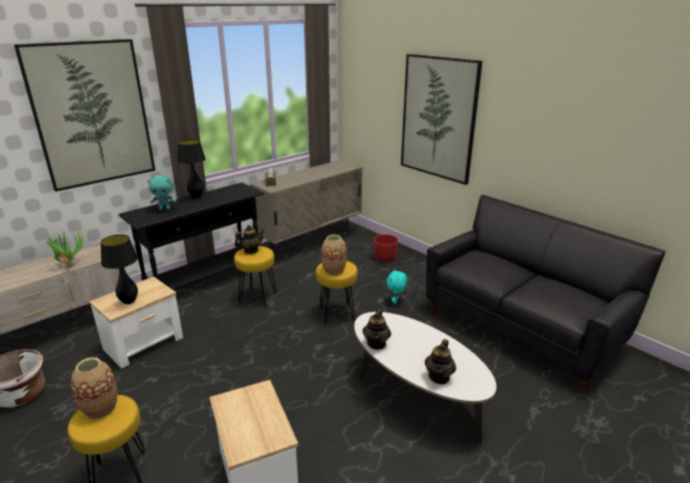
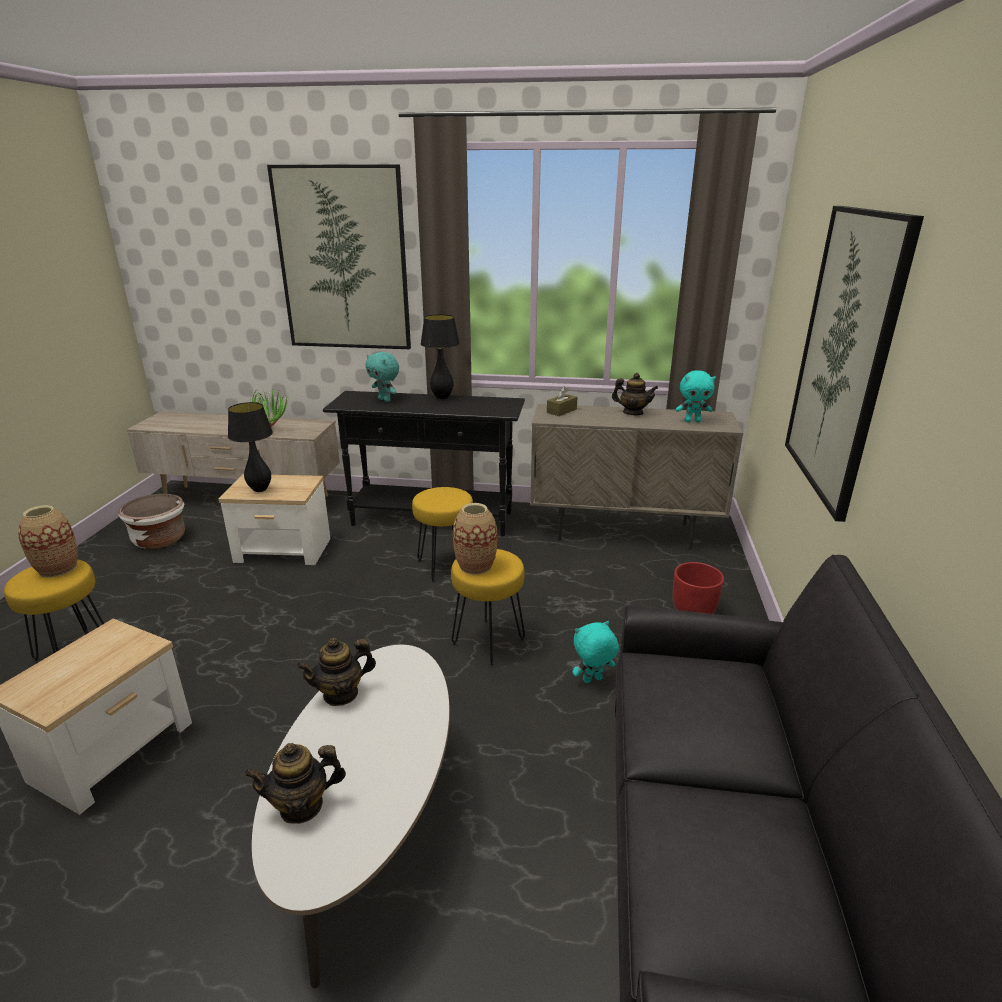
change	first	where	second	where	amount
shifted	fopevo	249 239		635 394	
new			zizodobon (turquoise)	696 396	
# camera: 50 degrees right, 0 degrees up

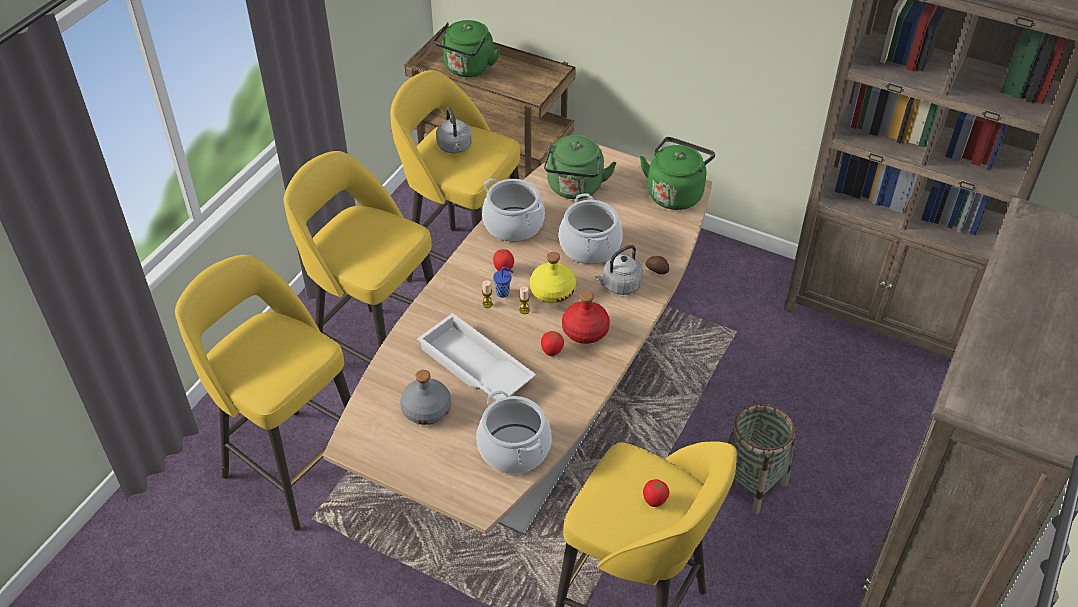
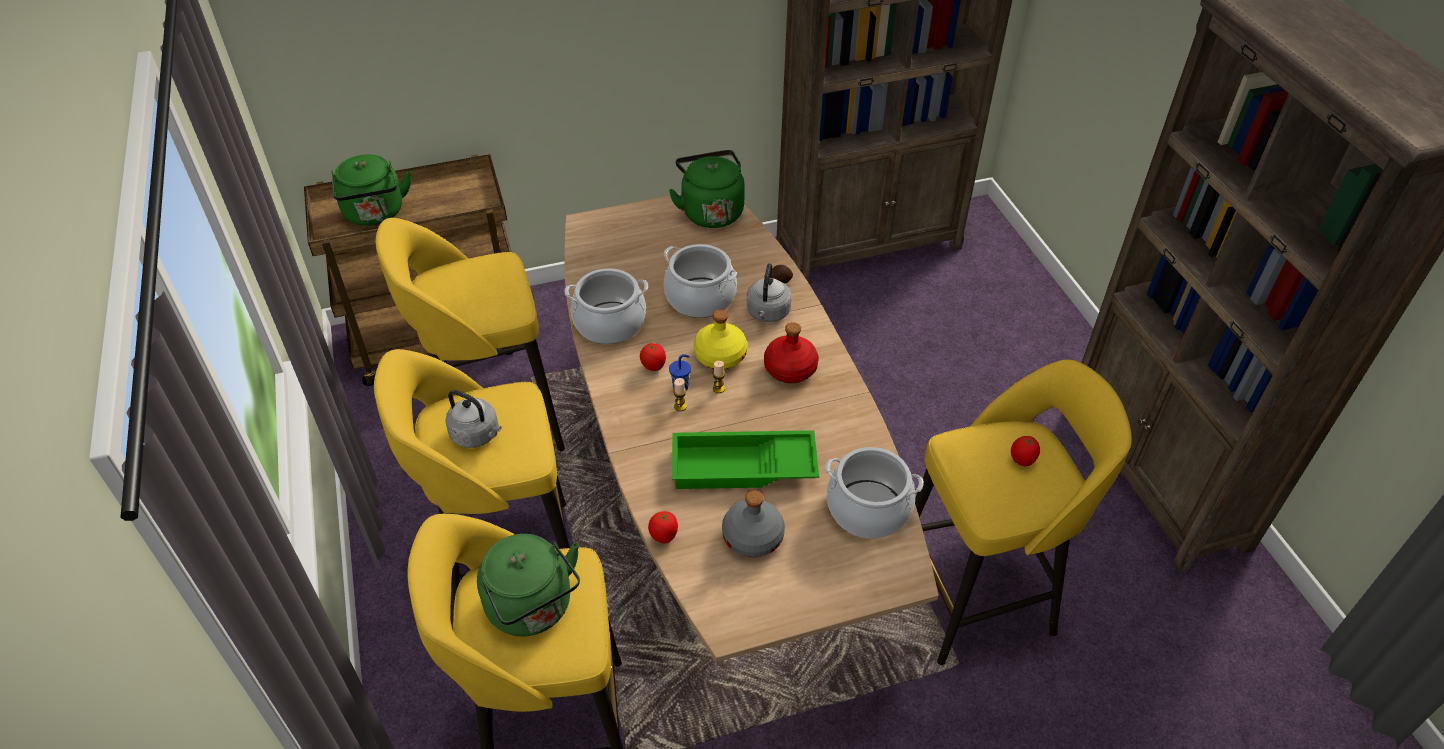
change	first	where	second	where	amount
repainted	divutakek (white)	476 356	divutakek (green)	745 459	
shifted	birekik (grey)	454 130		473 419	
shifted	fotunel	552 343		663 527	
shifted	birekik (green)	580 167		528 585	
gone	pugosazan	762 458			
# camera: 45 degrees left, 0 degrees up

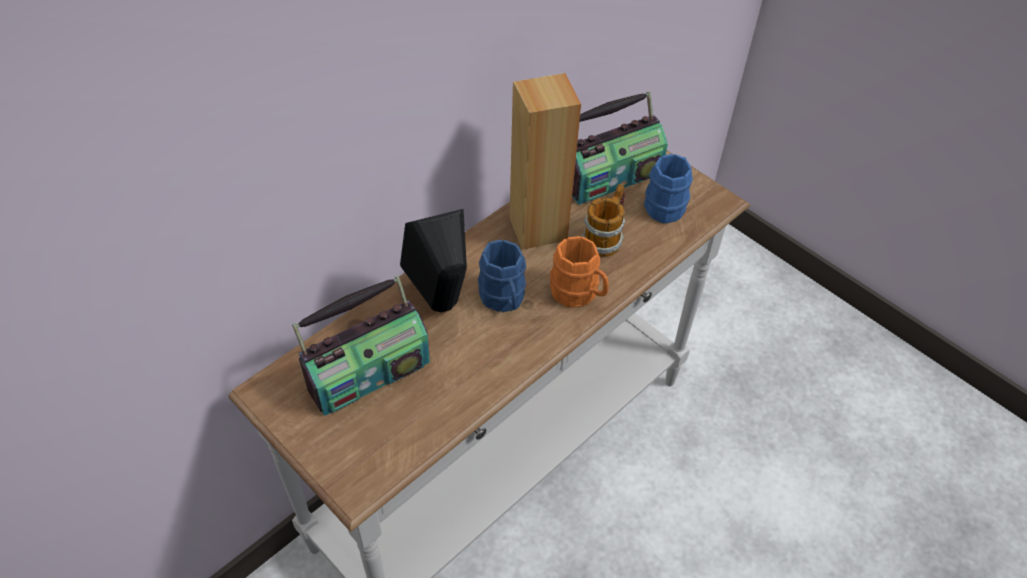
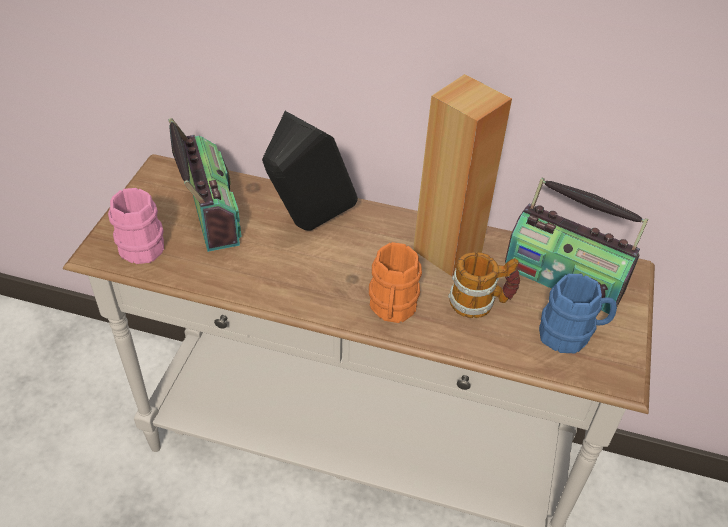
change	first	where	second	where	amount
rotated	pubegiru	361 346		205 185	135 degrees counterclockwise
gone	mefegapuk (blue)	502 276			
new			mefegapuk (pink)	136 226	
# camera: 60 degrees right, 5 degrees down

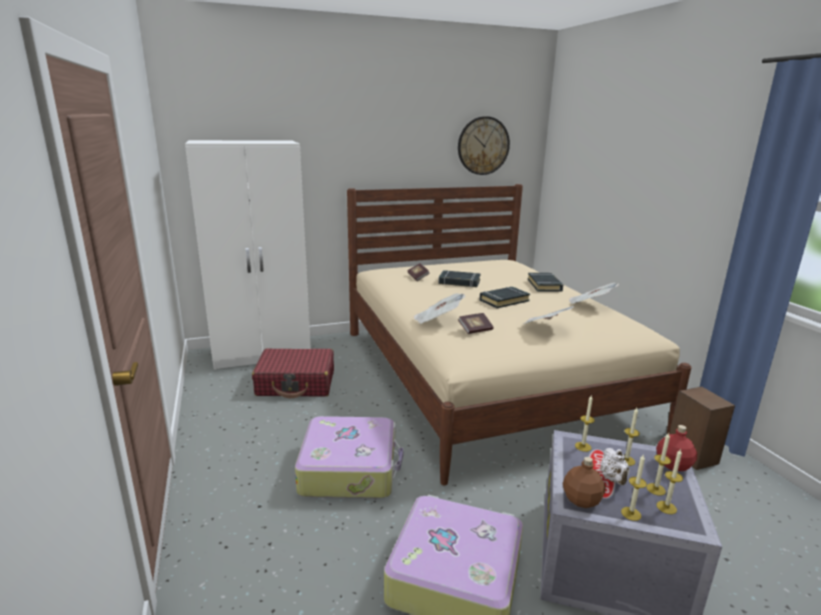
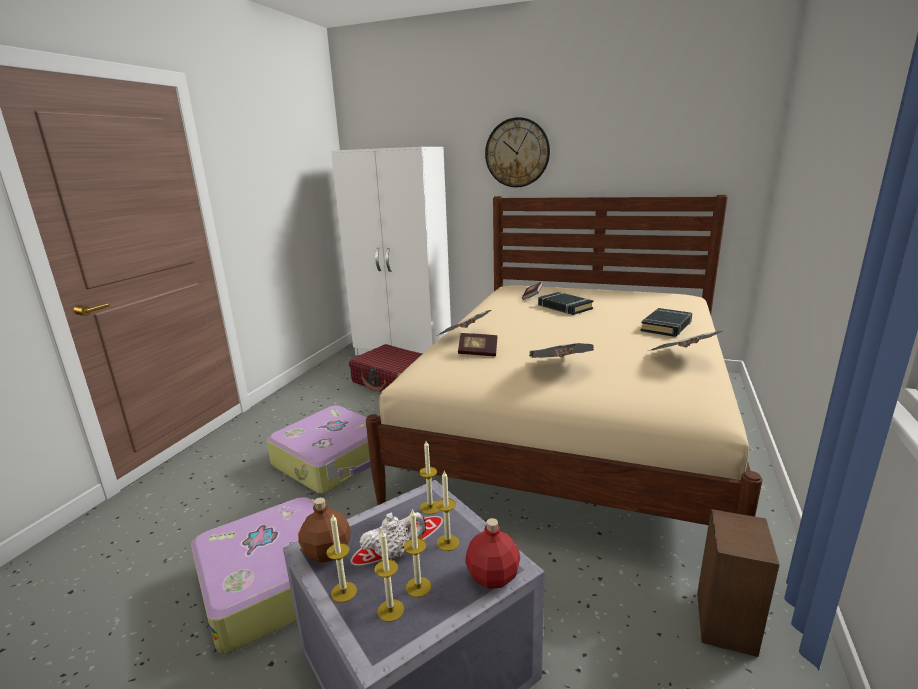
change	first	where	second	where	amount
shifted	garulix	484 145		517 152	
gone	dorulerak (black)	505 297			
rotated	fopevo (white)	615 466		393 535	150 degrees counterclockwise
# camera: 40 degrees right, 0 degrees up

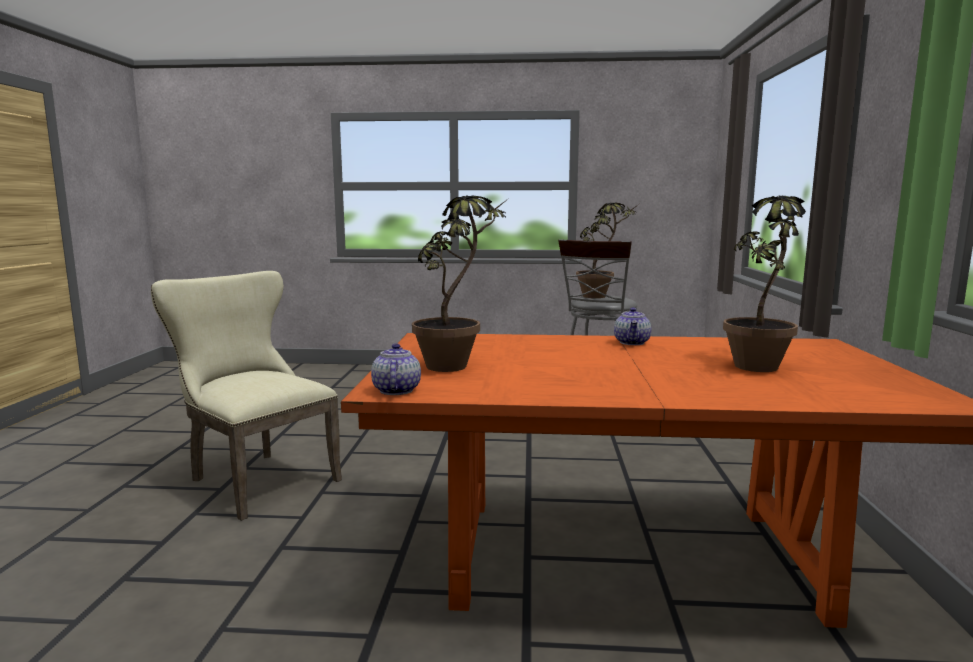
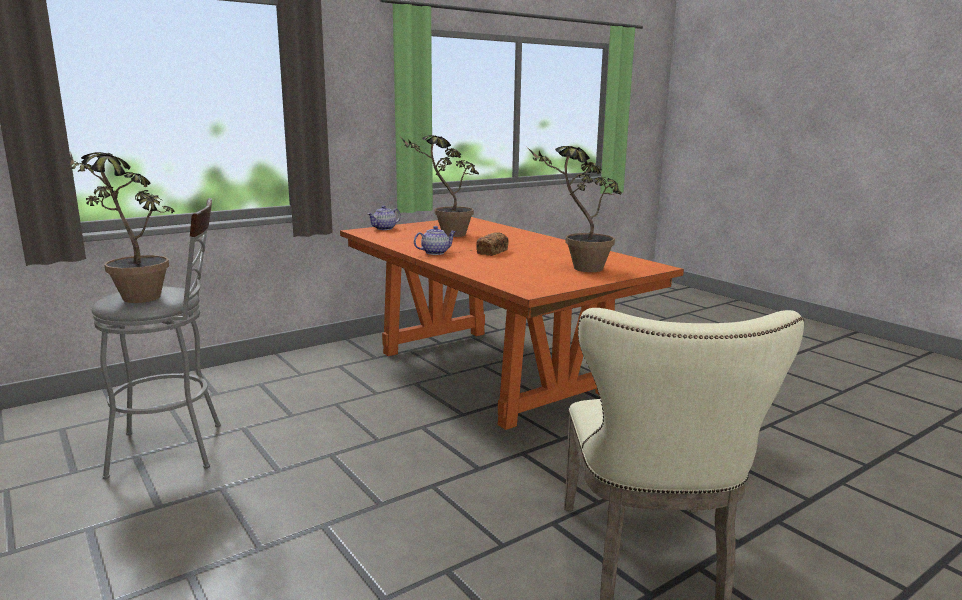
change	first	where	second	where	amount
shifted	fopevo	396 369		384 218	
new			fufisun	492 244	
# camera: 130 degrees left, 5 degrees up

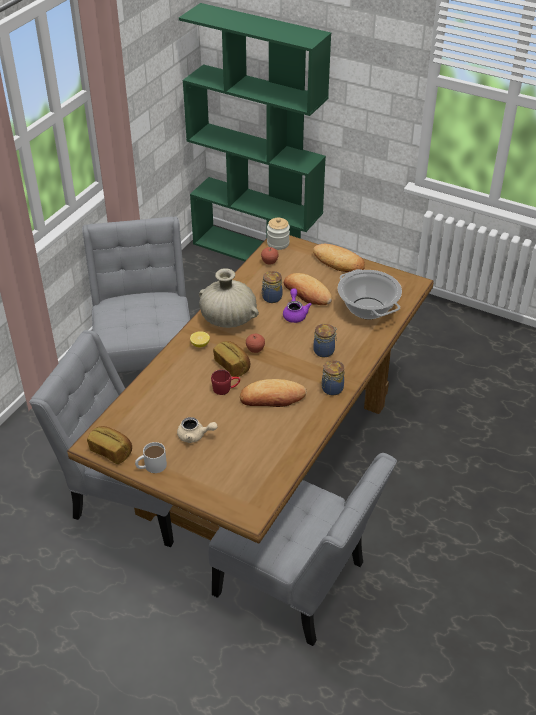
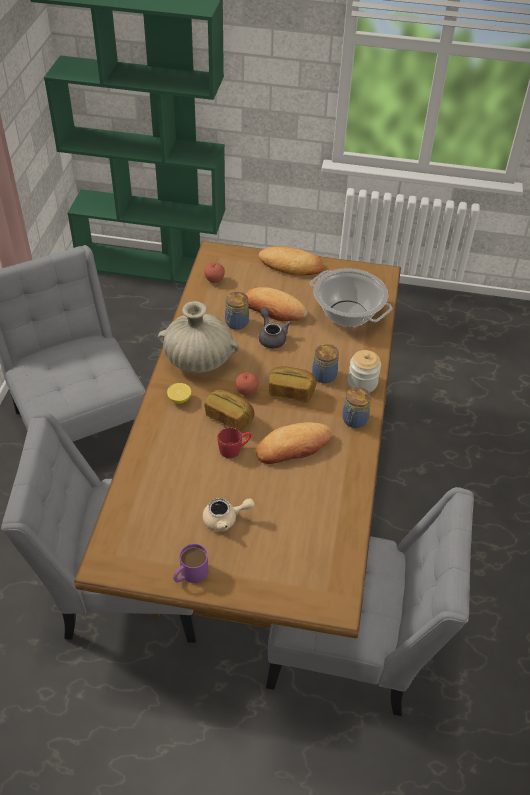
change	first	where	second	where	amount
shifted	fufisun	109 445		293 384	
repainted	mefegapuk (white)	151 457	mefegapuk (purple)	190 563	
shifted	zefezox	278 234		364 371	
repainted	fopevo (purple)	297 305	fopevo (grey)	275 328	
# camera: 20 degrees left, 5 degrees up

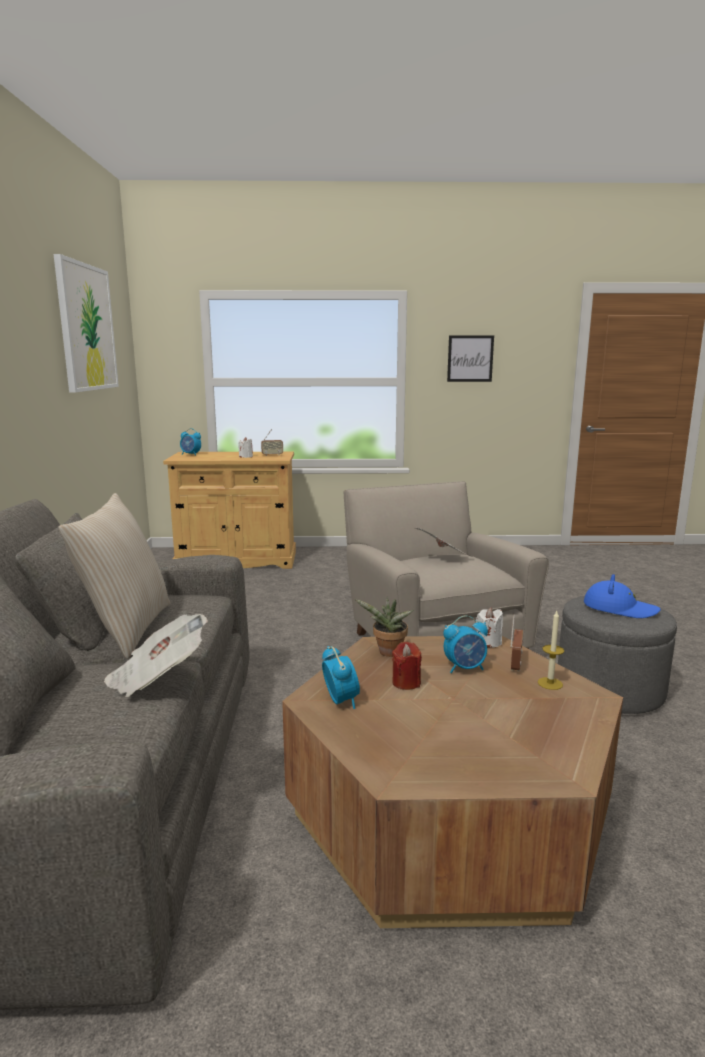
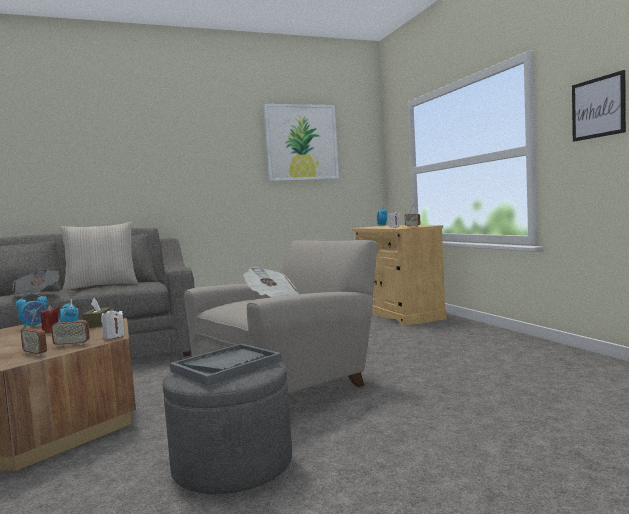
change	first	where	second	where	amount
swapped	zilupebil	384 627	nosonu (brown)	96 313	
swapped	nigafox	551 650	pubegiru	34 333	
swapped	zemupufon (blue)	622 596	divutakek (grey)	226 364	
# camera: 70 degrees right, 10 degrees down

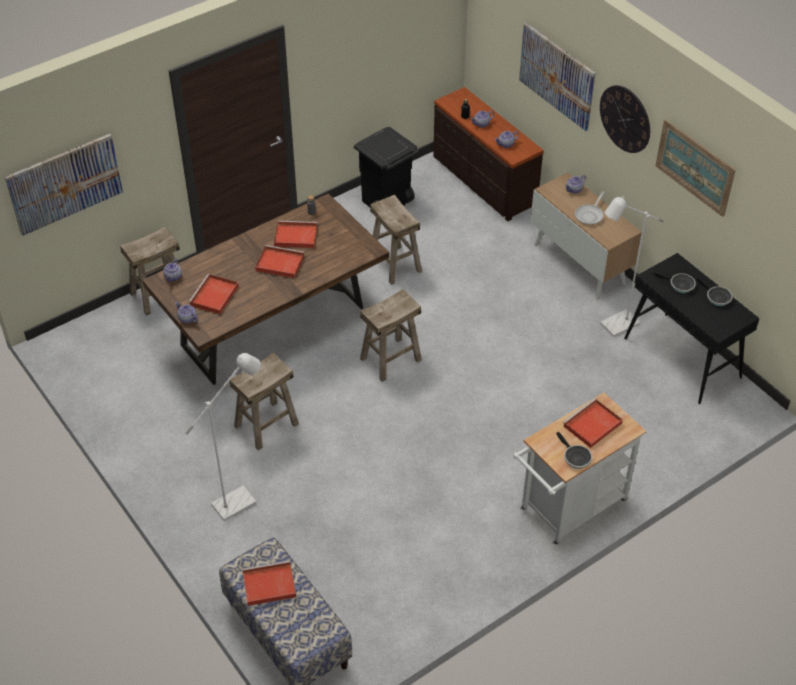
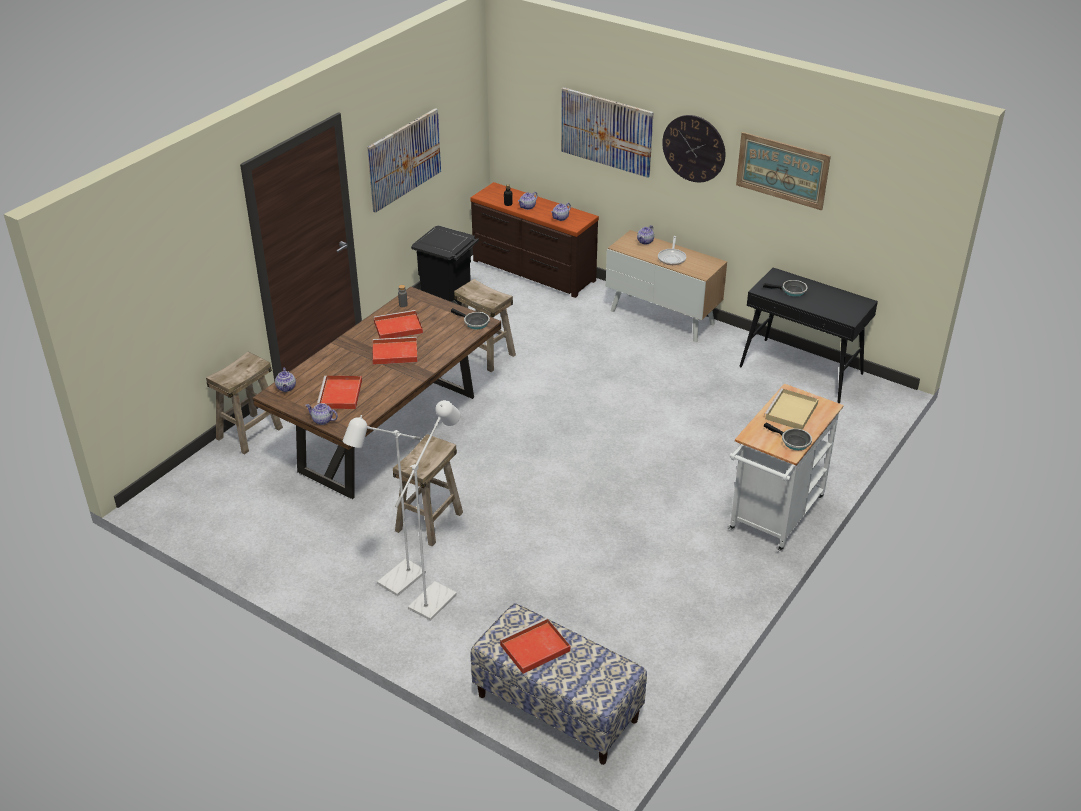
change	first	where	second	where	amount
shifted	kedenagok	64 185		404 160	
gone	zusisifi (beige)	391 335			
repainted	divutakek (red)	593 423	divutakek (beige)	791 409	
shifted	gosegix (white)	632 266		384 505	
shifted	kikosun	715 291		470 318	
# camera: 20 degrees left, 10 degrees down

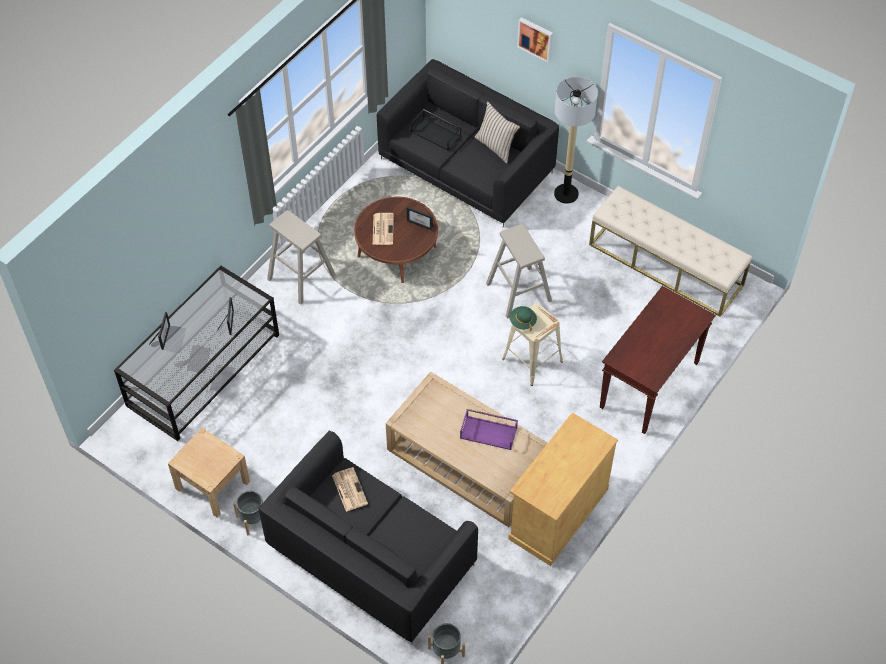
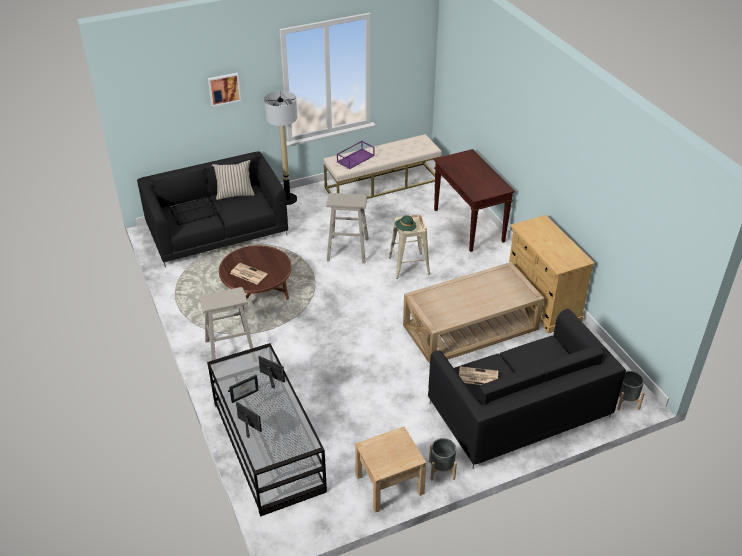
change	first	where	second	where	amount
shifted	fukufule	420 218		243 389	
shifted	divutakek (purple)	489 429		356 155	
# camera: 60 degrees left, 15 degrees down

